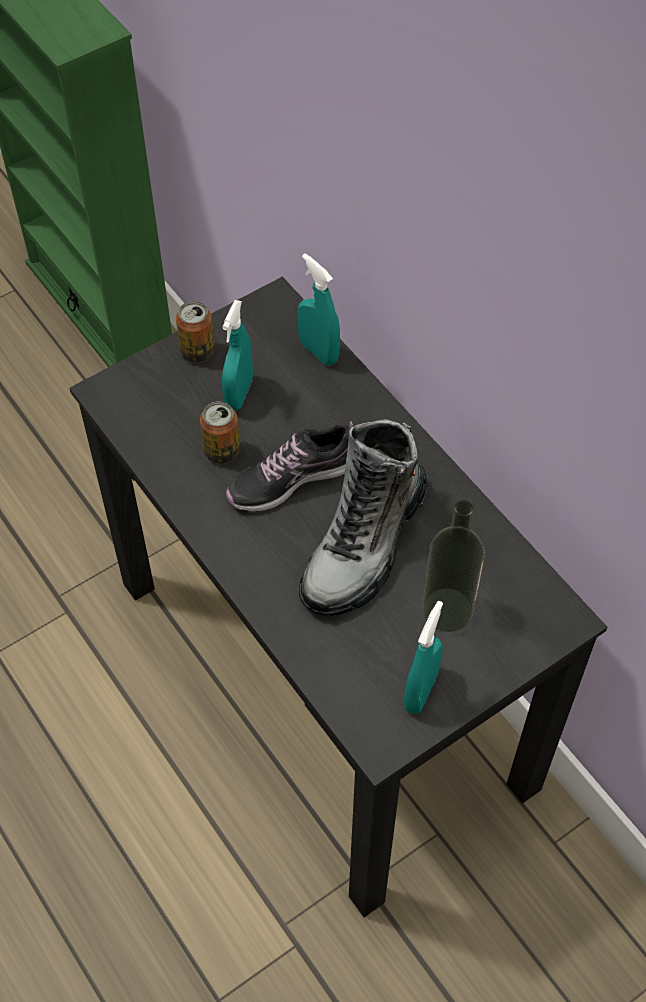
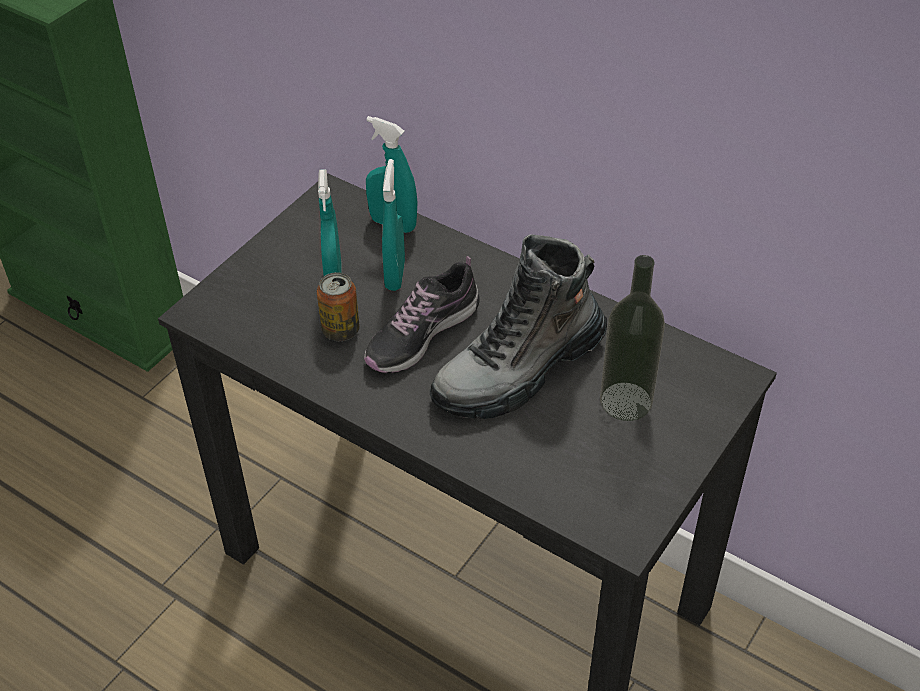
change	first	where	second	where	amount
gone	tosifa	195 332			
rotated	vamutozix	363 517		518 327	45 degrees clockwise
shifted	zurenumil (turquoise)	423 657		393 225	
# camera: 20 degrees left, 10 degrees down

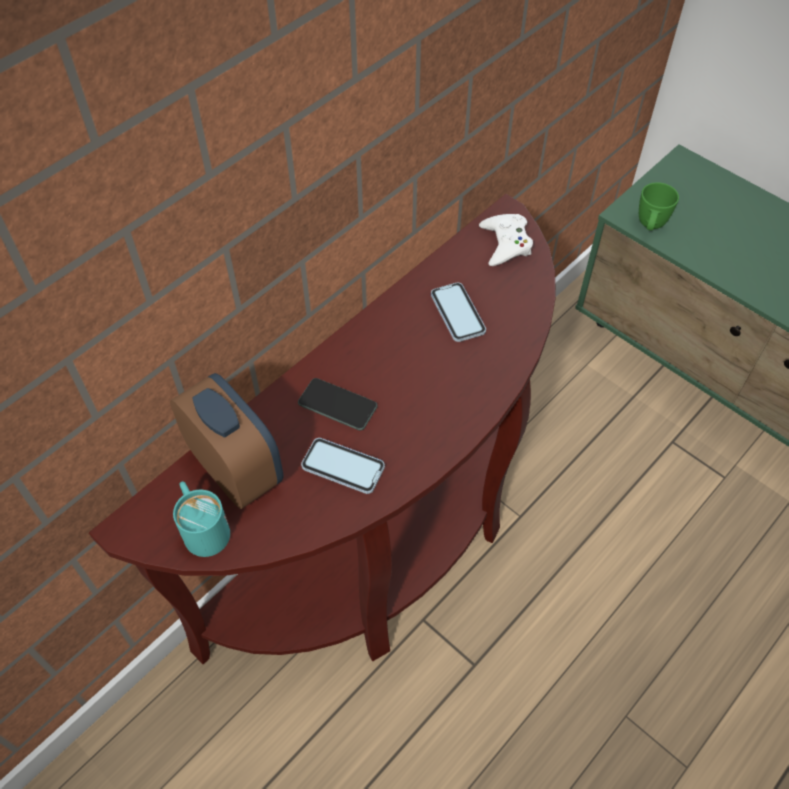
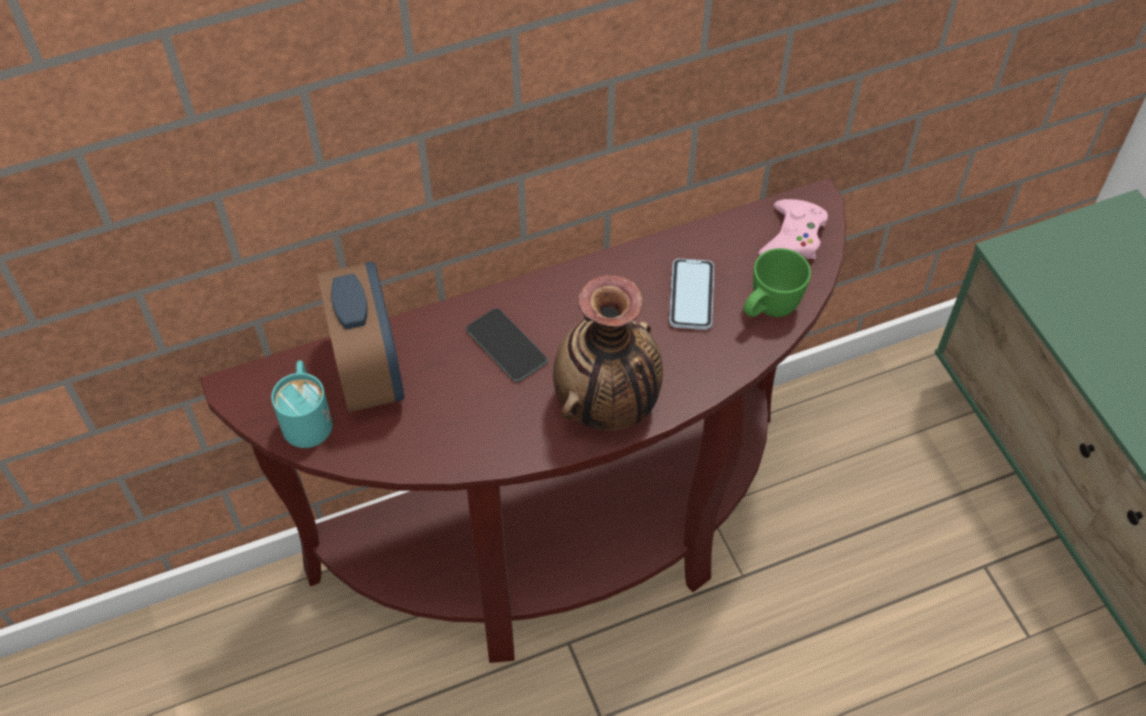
change	first	where	second	where	amount
gone	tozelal	343 466			
repainted	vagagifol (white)	506 240	vagagifol (pink)	793 229	
shifted	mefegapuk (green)	659 206		777 282	
new			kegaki	608 353	
# camera: 25 degrees right, 0 degrees up

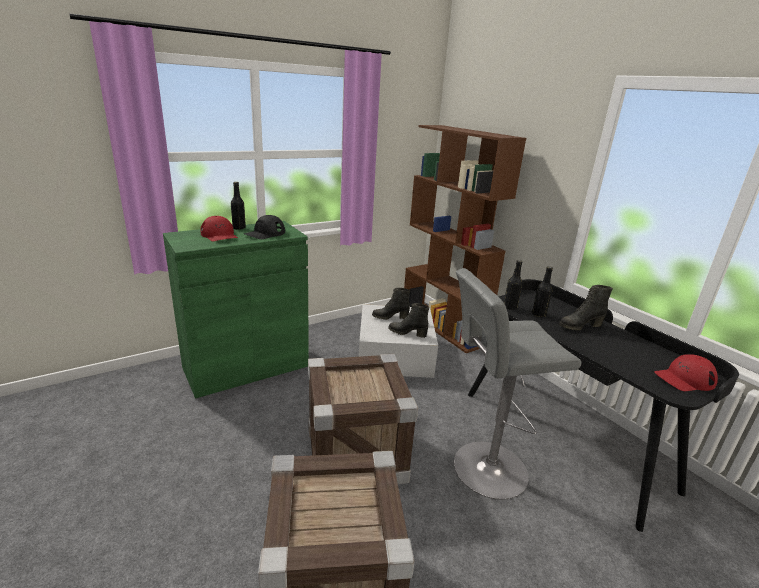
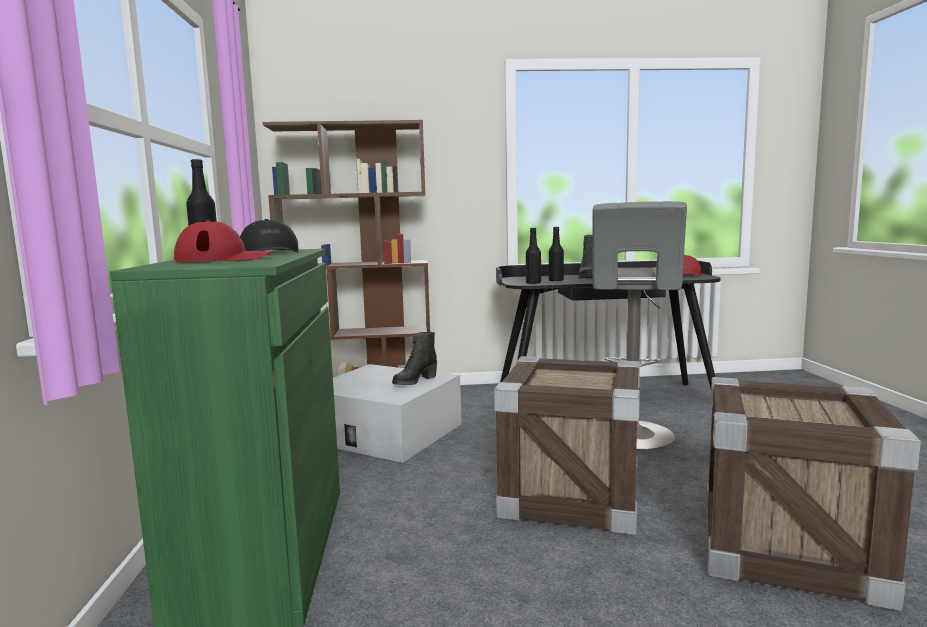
change	first	where	second	where	amount
gone	vamutozix (black)	391 304			
# camera: 60 degrees left, 15 degrees down

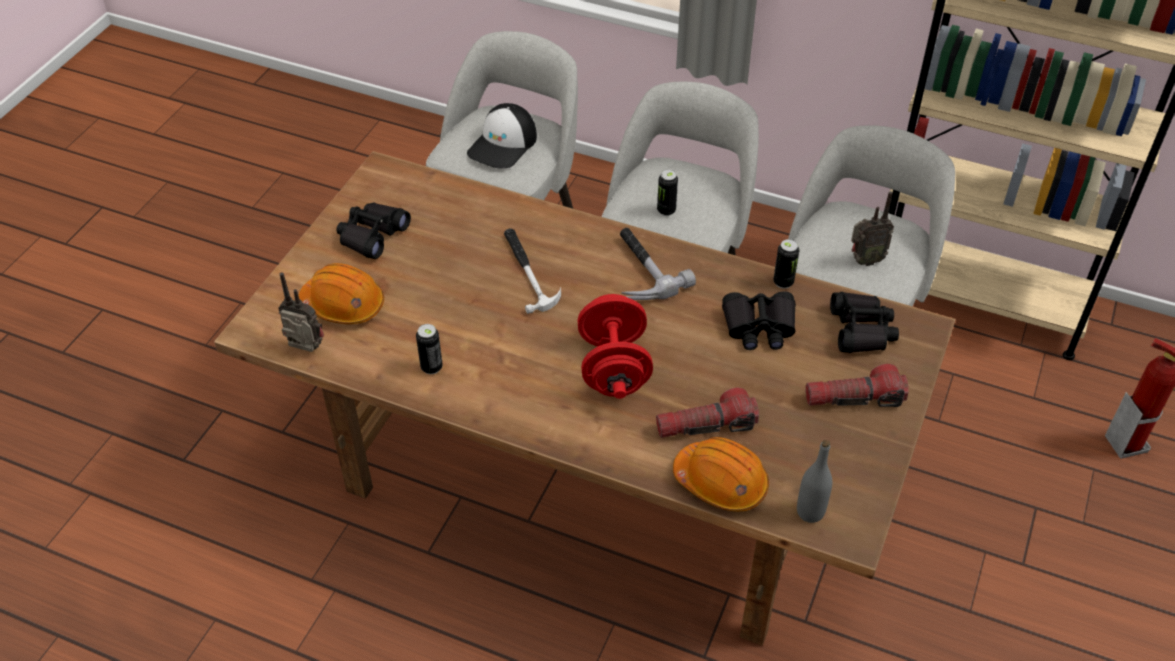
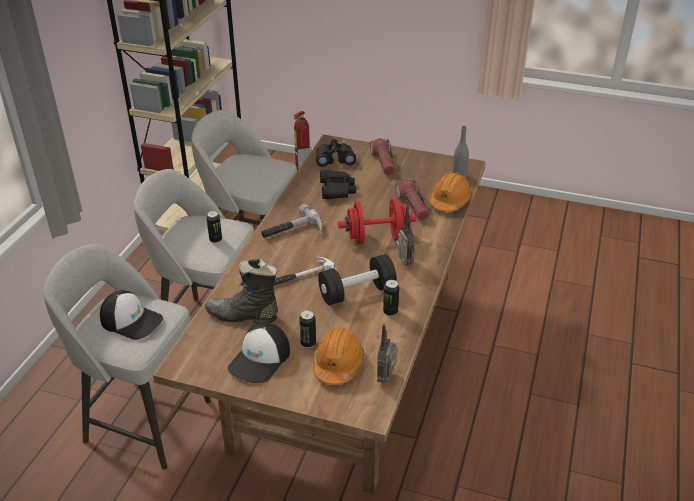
change	first	where	second	where	amount
swapped	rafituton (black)	373 231	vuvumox	259 353	
shifted	tosifa	786 264		307 329	
shifted	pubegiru	872 228		405 235	
new			vamutozix (black)	241 291	
new			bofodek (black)	357 279	
# camera: 95 degrees left, 10 degrees down

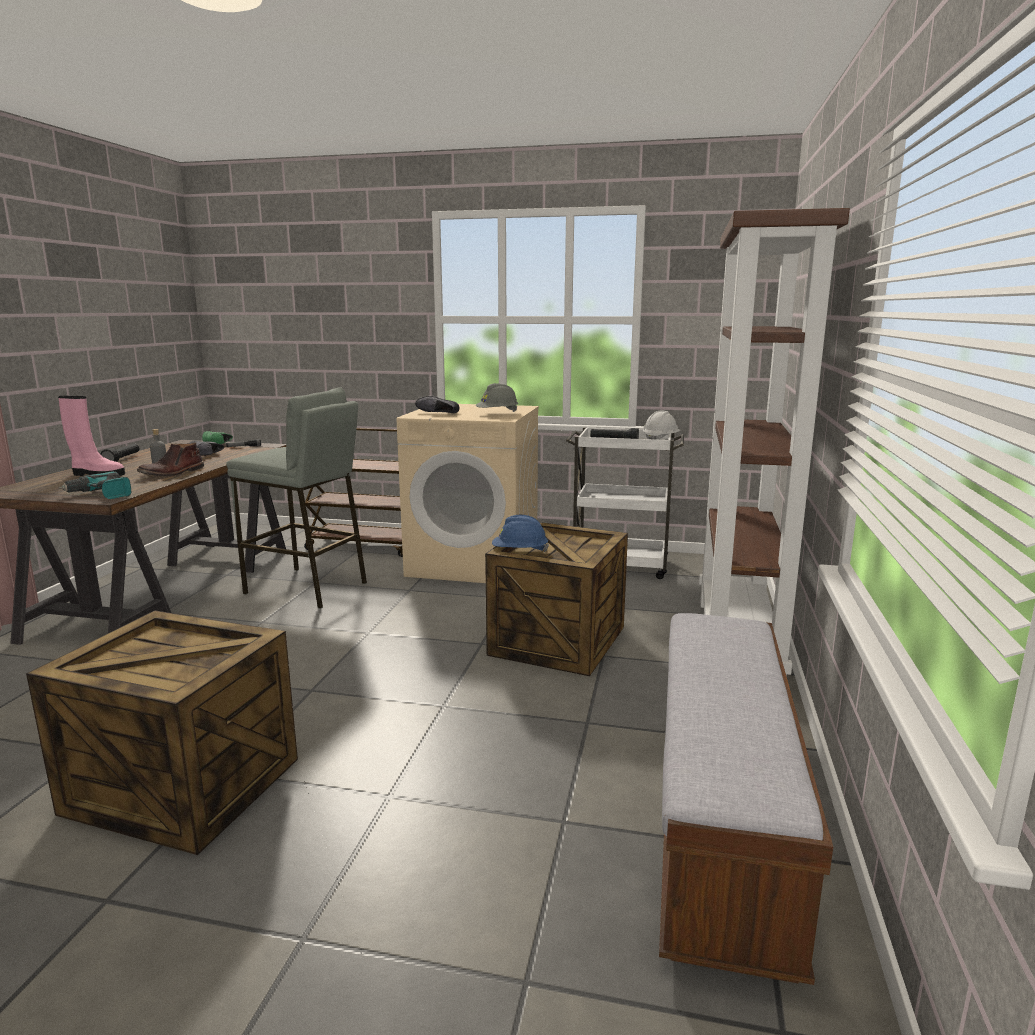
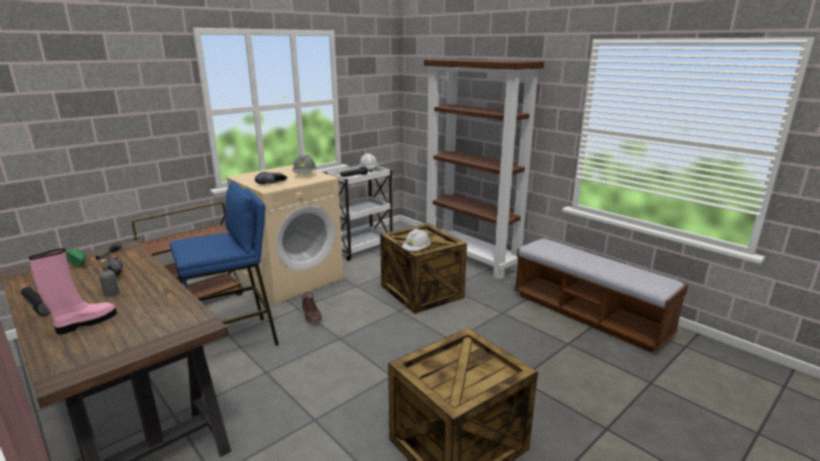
change	first	where	second	where	amount
gone	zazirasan	95 485			
shifted	vamutozix (brown)	170 459		312 307	
repainted	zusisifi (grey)	296 498	zusisifi (blue)	224 263	
repainted	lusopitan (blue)	520 533	lusopitan (white)	416 240	
# camera: 55 degrees left, 5 degrees up

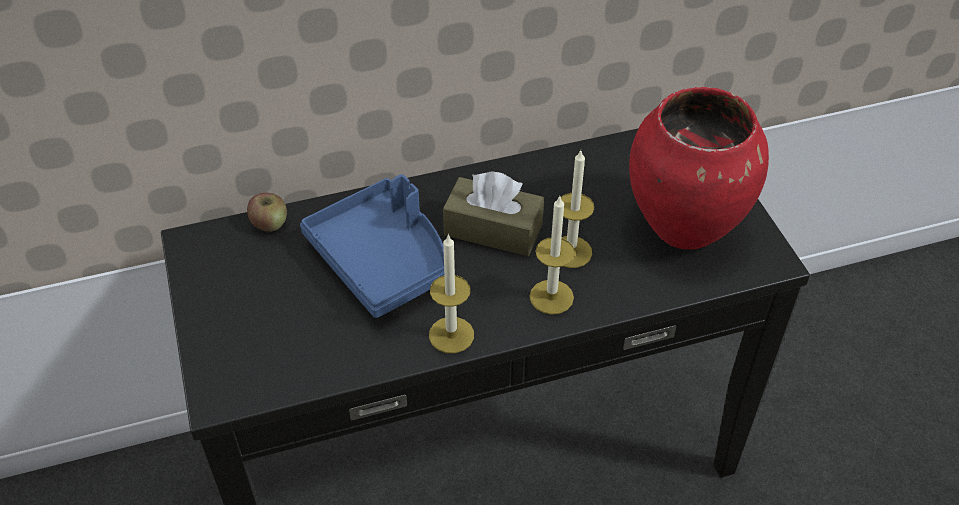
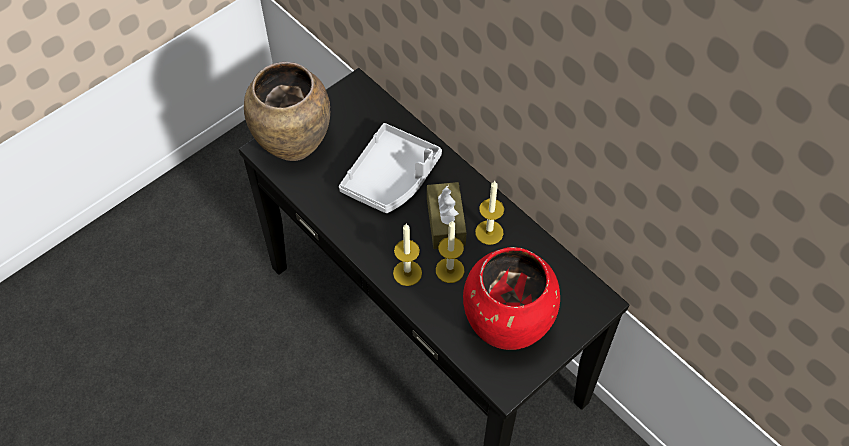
change	first	where	second	where	amount
gone	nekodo	267 212			
repainted	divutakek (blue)	372 246	divutakek (grey)	390 168	
shifted	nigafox	451 293		489 213	
new			kegaki (brown)	287 111	
# camera: 65 degrees right, 10 degrees up

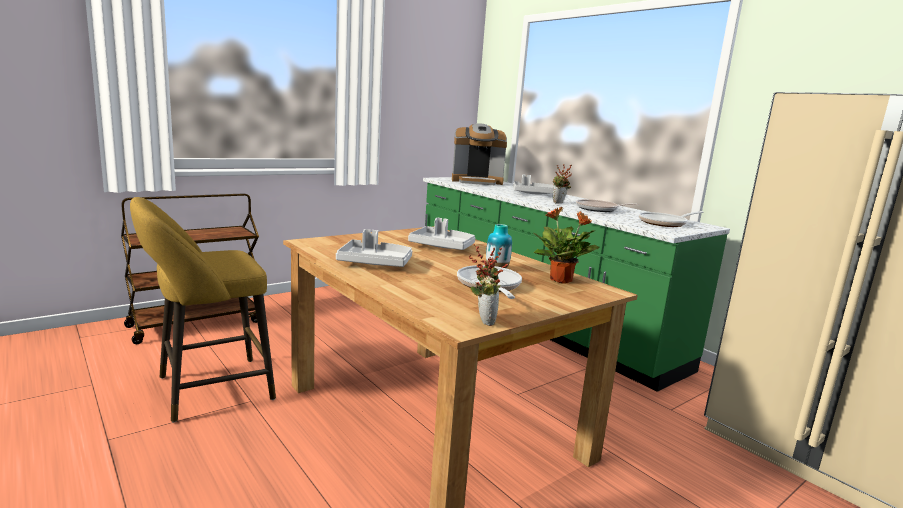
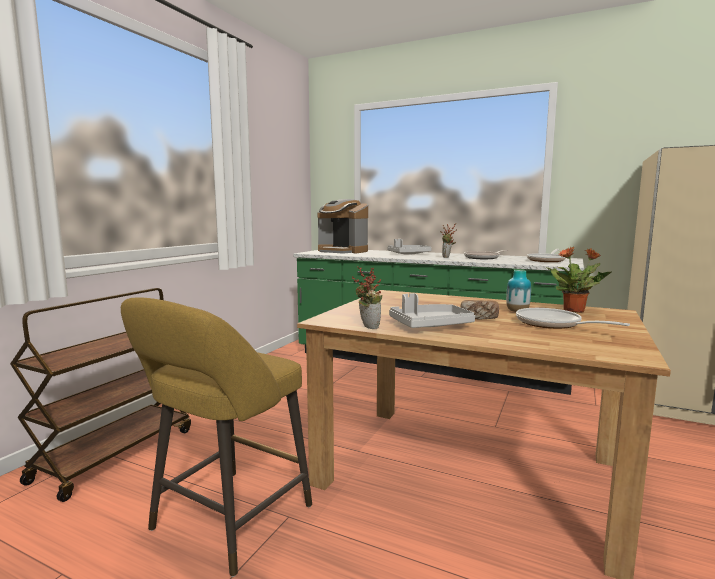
change	first	where	second	where	amount
gone	divutakek (grey)	441 234			
rotated	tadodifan	479 154		343 226	60 degrees clockwise
shifted	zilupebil	488 285		367 298	
new			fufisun	480 309	
# camera: 25 degrees left, 5 degrees down

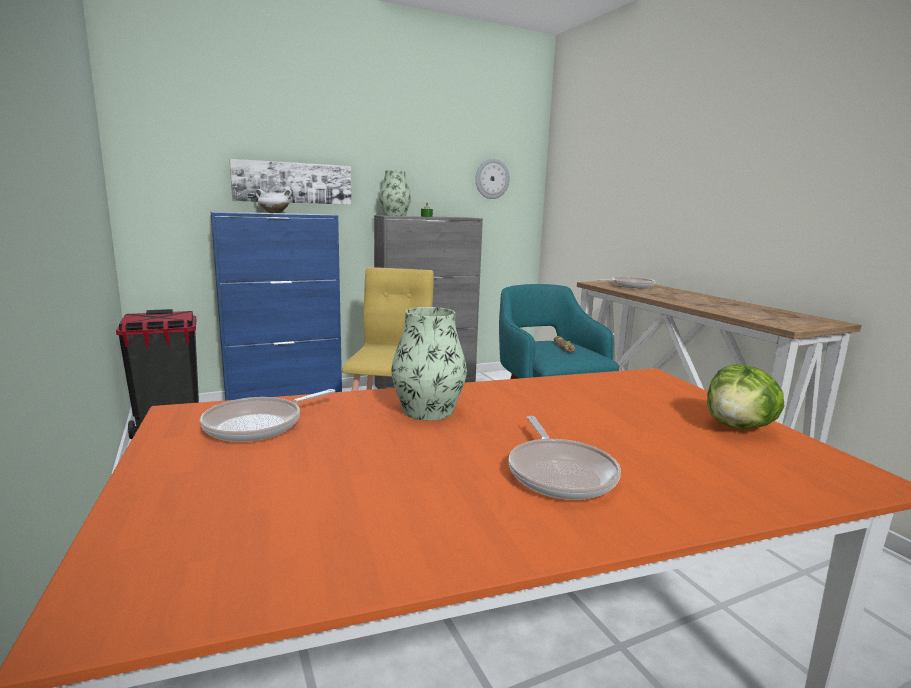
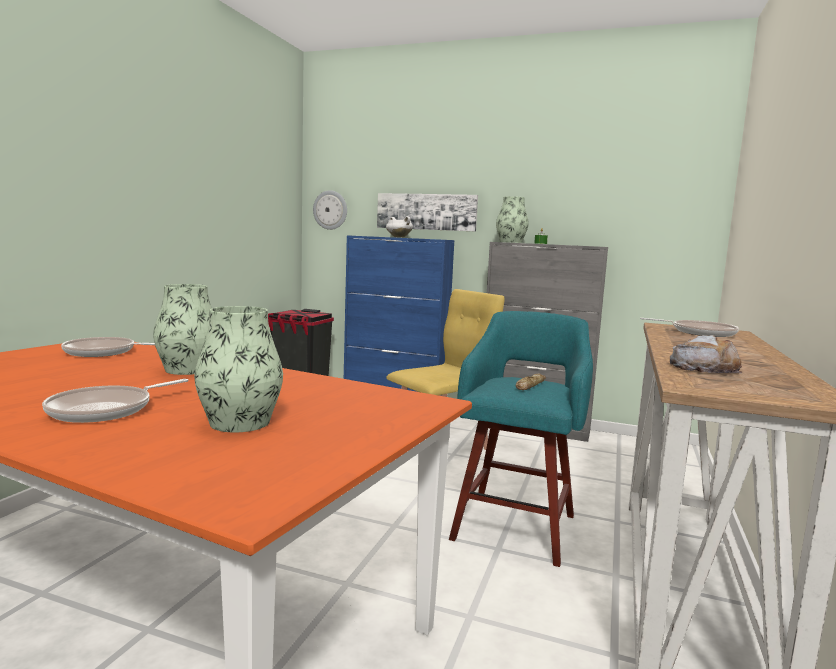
change	first	where	second	where	amount
shifted	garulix	492 179		330 210	
gone	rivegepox	745 396			
new			kegaki	238 369	
new			fufisun	706 354	
# camera: 45 degrees right, 5 degrees down

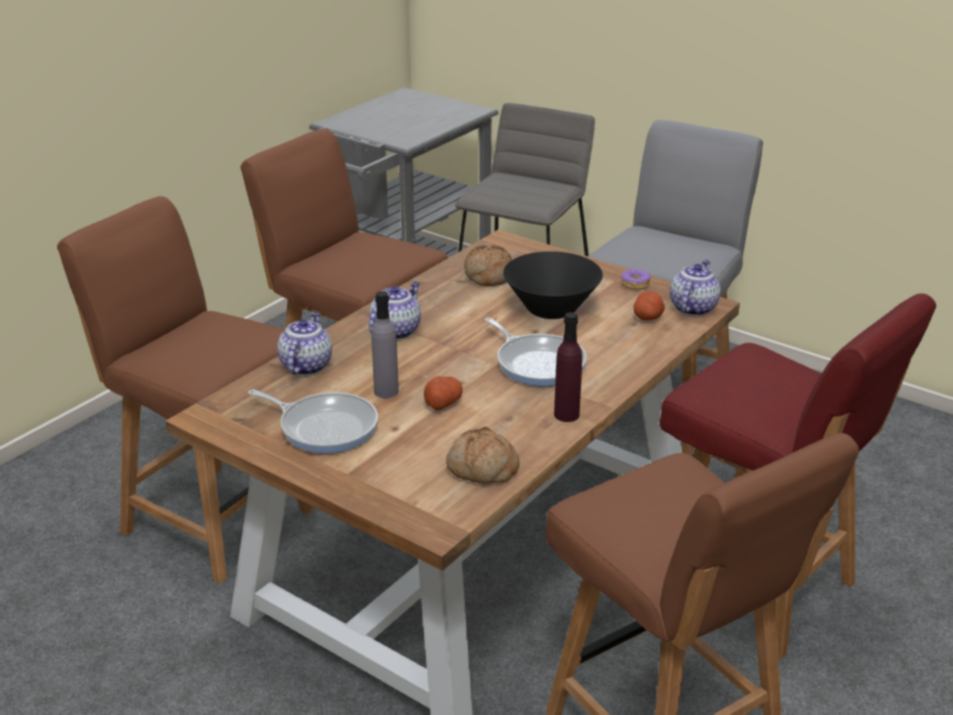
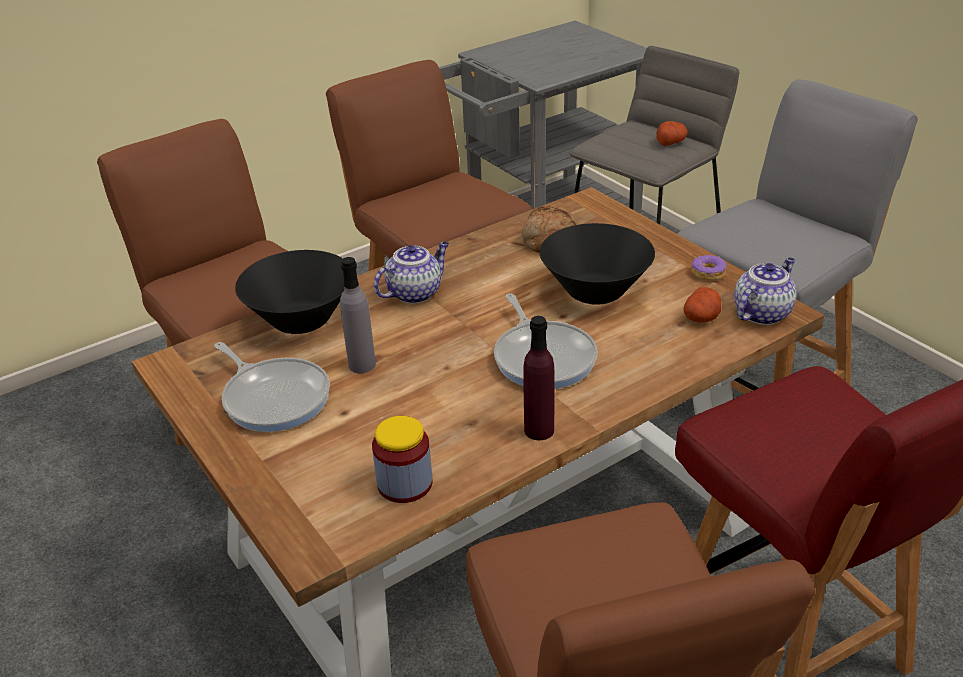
change	first	where	second	where	amount
swapped	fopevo	304 343	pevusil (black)	289 292	
shifted	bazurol	443 393		671 133	
swapped	fufisun	483 455	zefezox	402 459	
# camera: 20 degrees right, 5 degrees up

